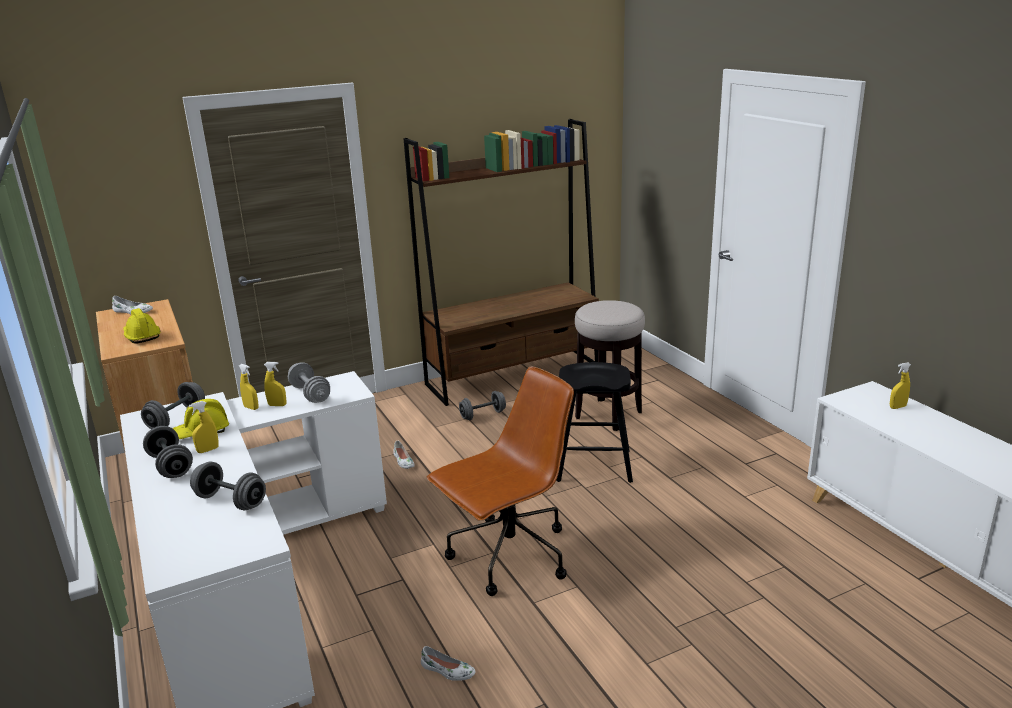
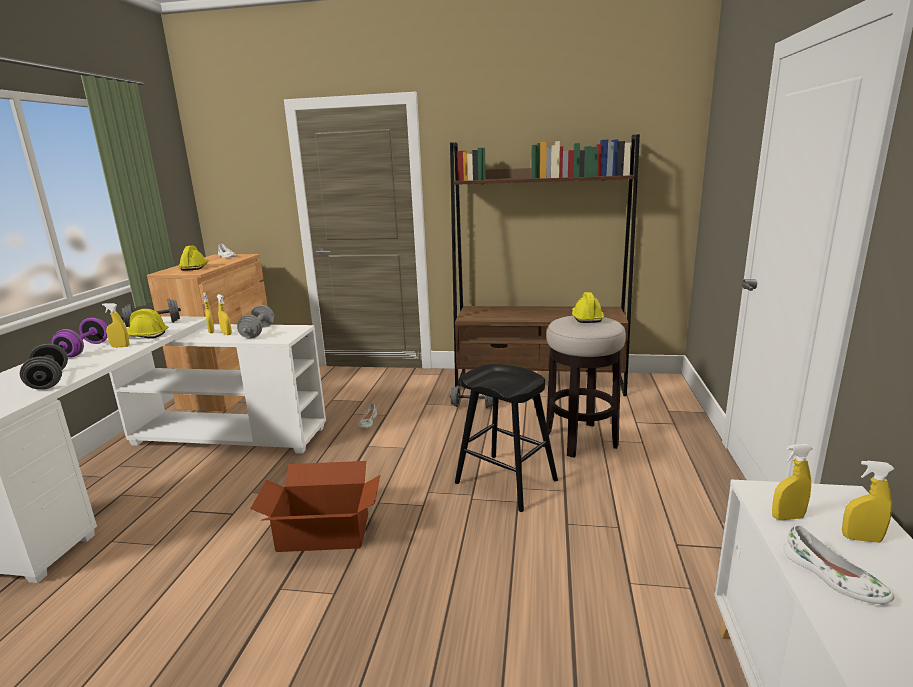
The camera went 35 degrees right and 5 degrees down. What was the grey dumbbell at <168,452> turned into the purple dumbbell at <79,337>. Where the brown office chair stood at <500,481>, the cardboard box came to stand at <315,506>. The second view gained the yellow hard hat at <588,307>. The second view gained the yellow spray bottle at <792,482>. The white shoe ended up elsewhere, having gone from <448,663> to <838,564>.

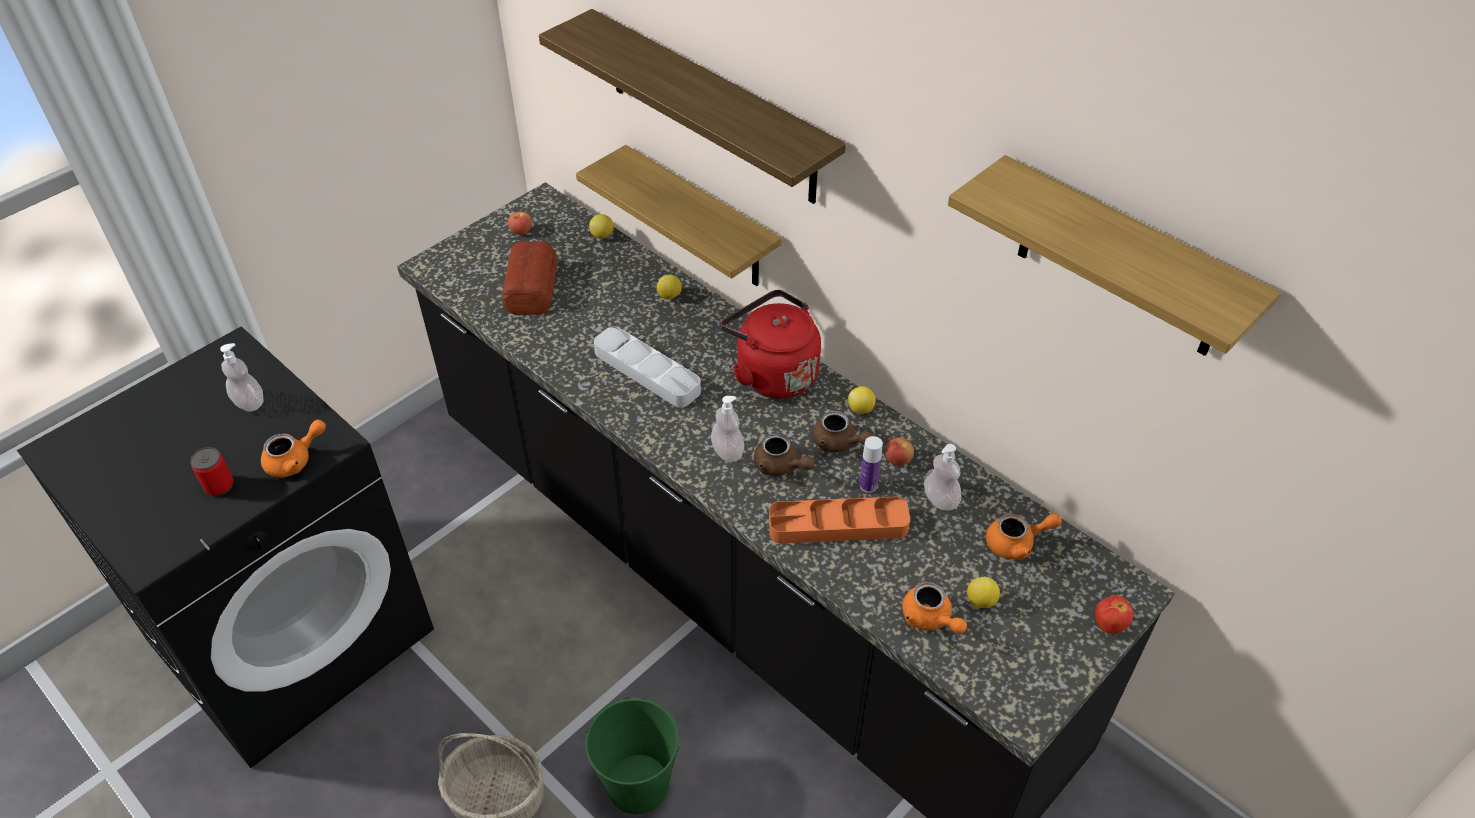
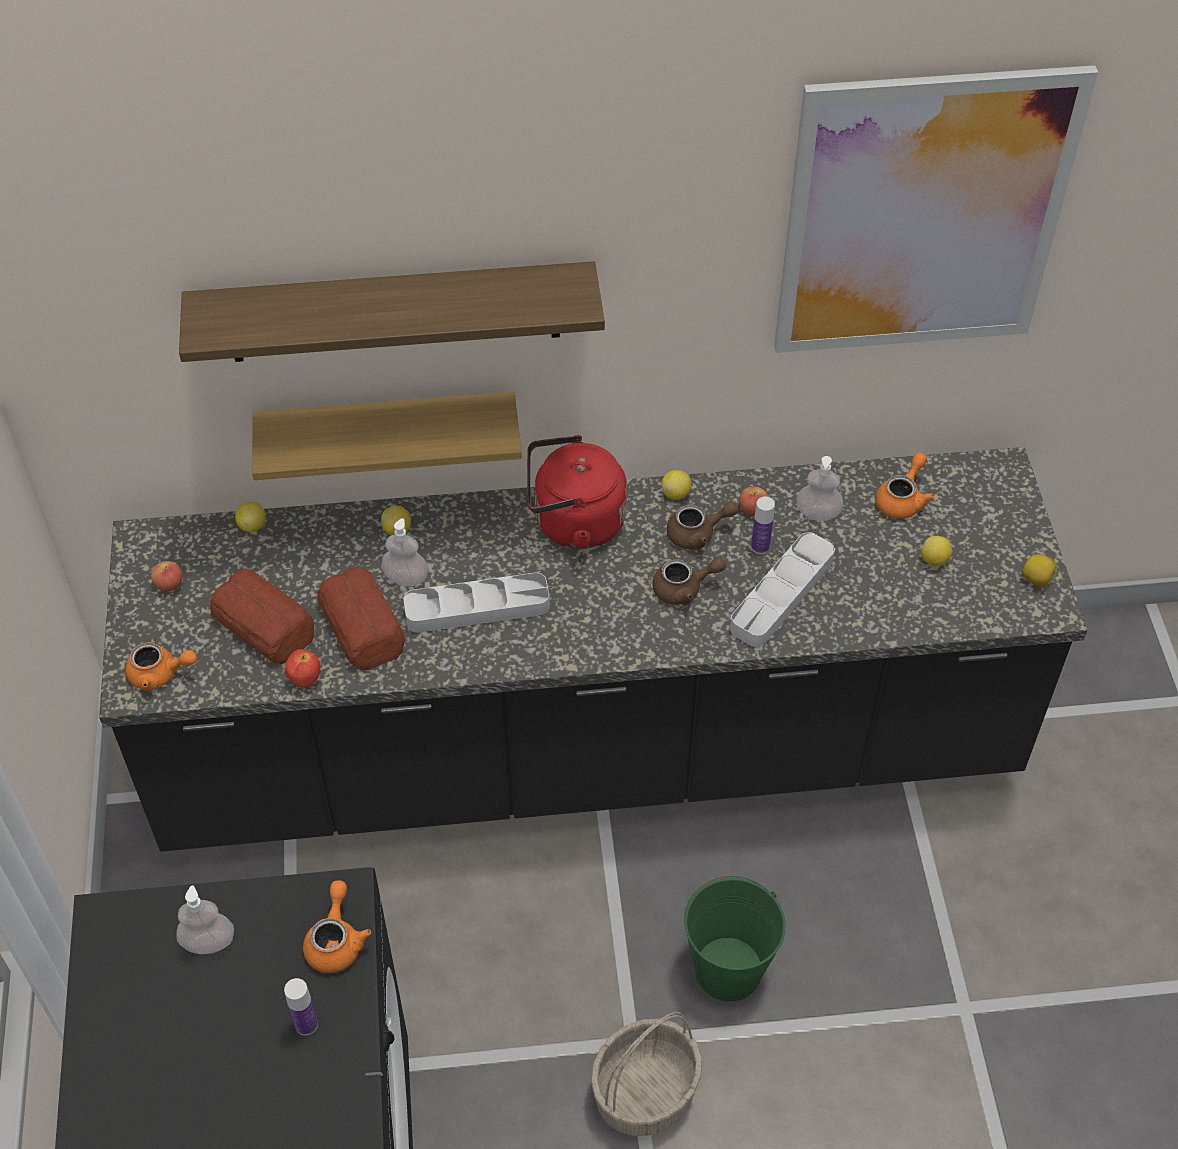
The camera went 50 degrees left and 5 degrees up. The orange teapot ended up elsewhere, having gone from <934,608> to <161,666>. Where the can stood at <211,471>, the bottle came to stand at <301,1006>. The apple ended up elsewhere, having gone from <1114,614> to <303,668>. The second view gained the bread at <361,618>. The soap dispenser ended up elsewhere, having gone from <727,429> to <405,552>. What was the orange tray at <839,520> turned into the grey tray at <782,589>. Where the shelf hung at <1114,255>, the picture came to hang at <936,209>. The second view gained the lemon at <1039,570>.

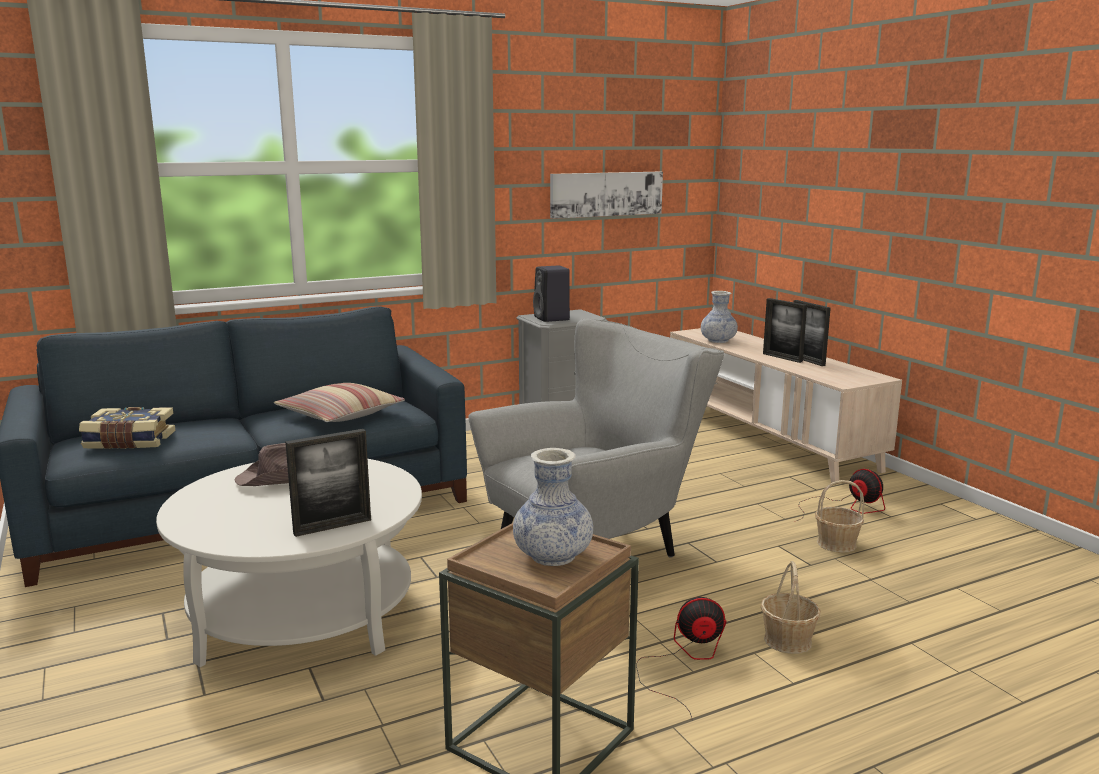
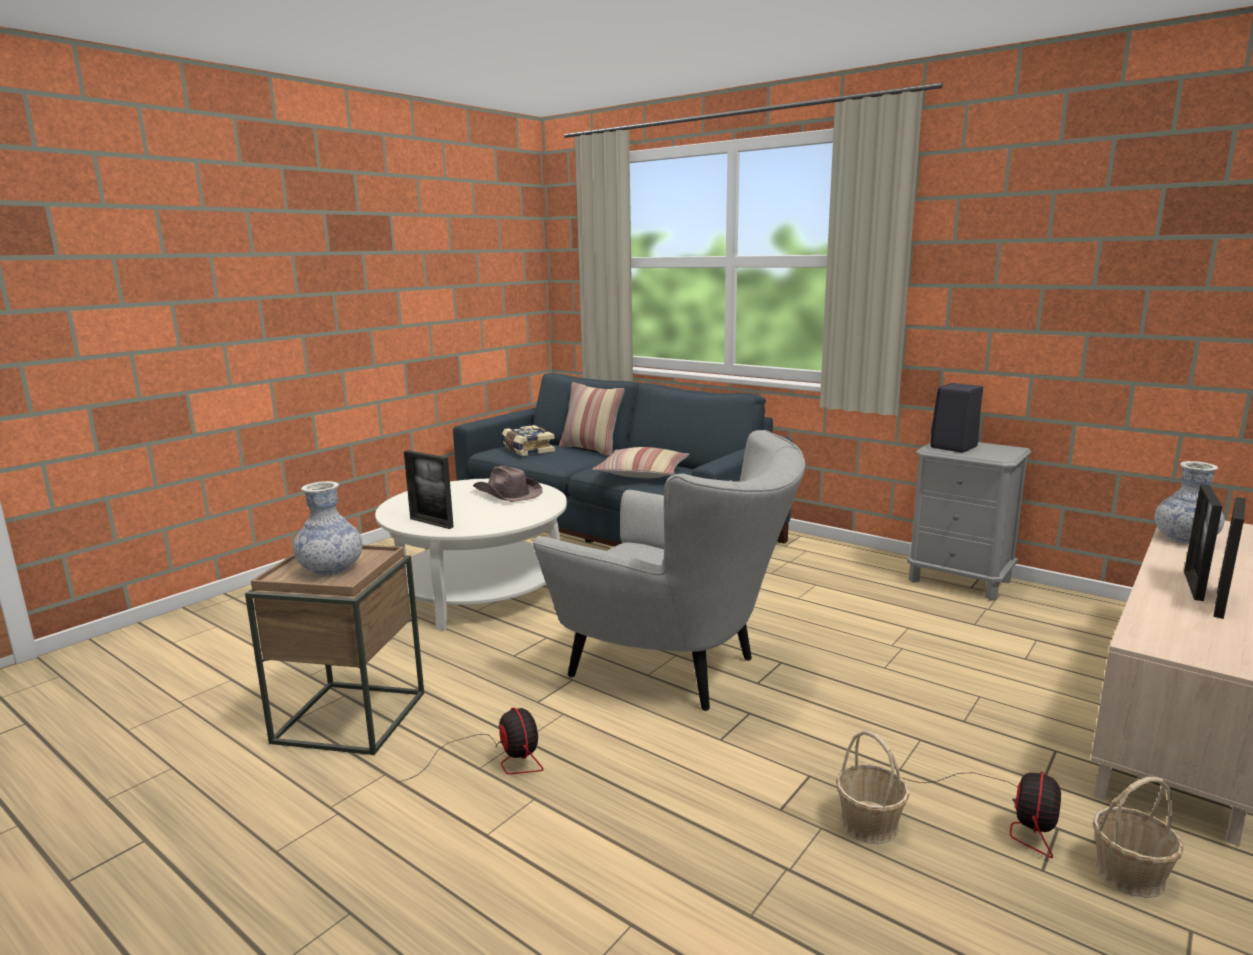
The camera went 65 degrees right and 0 degrees up. The second view gained the pillow at <592,419>. The basket ended up elsewhere, having gone from <791,607> to <1138,837>. The second view lost the picture at <606,195>.

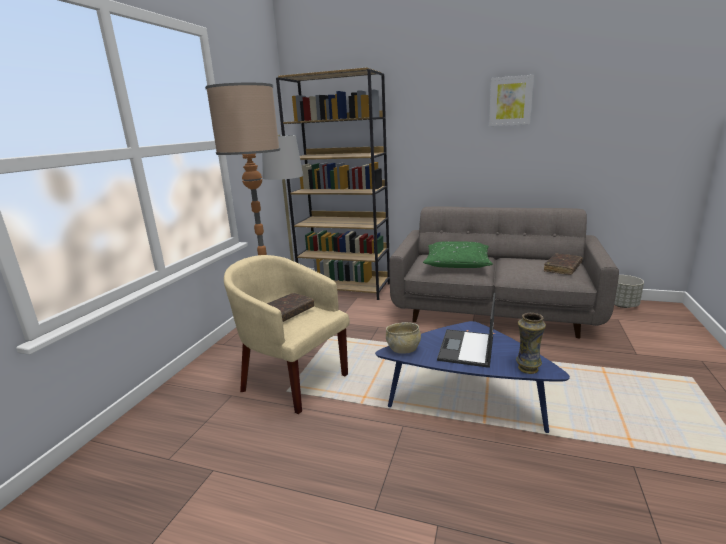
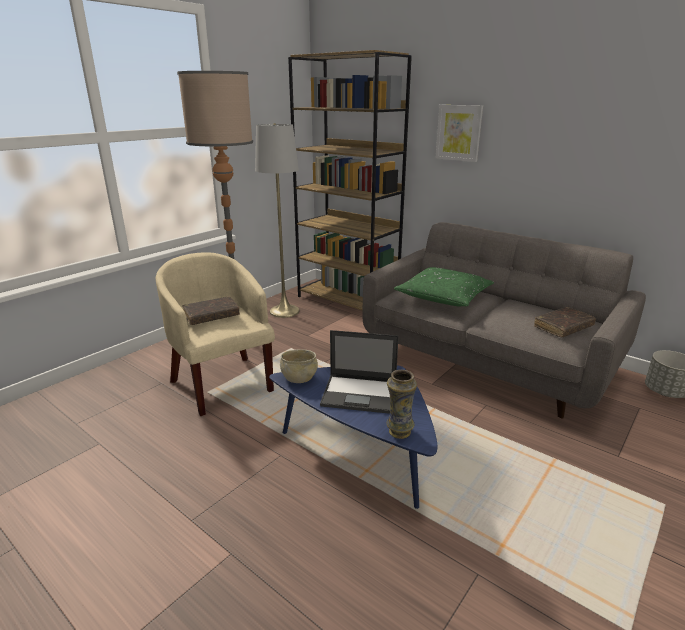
The camera went 20 degrees right and 5 degrees up. The laptop at <466,330> ended up facing another way, 120 degrees counterclockwise from before. The picture ended up elsewhere, having gone from <511,100> to <459,133>.

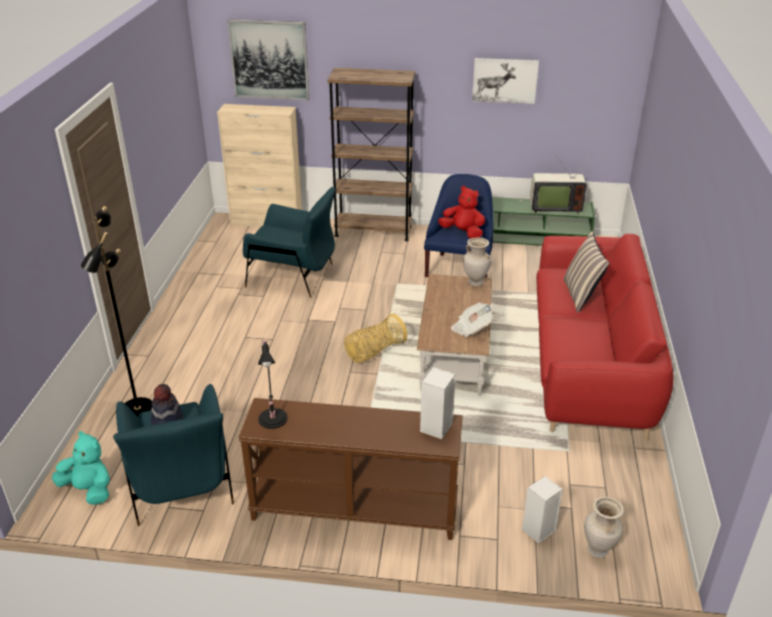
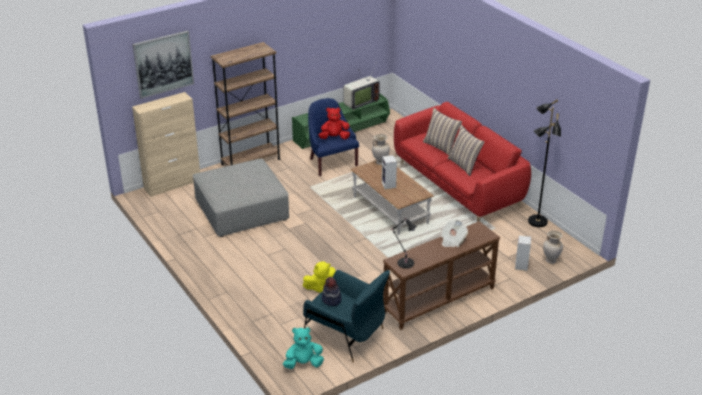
The camera went 40 degrees left and 0 degrees up. Where the blue armchair stood at <289,242>, the grey ottoman came to stand at <241,197>. The second view gained the yellow plush toy at <319,277>. The speaker ended up elsewhere, having gone from <438,403> to <389,172>. The newspaper ended up elsewhere, having gone from <472,320> to <454,233>. The second view gained the pillow at <466,150>. The black floor lamp ended up elsewhere, having gone from <116,311> to <544,163>. The second view lost the basket at <375,338>. The second view lost the picture at <505,81>.

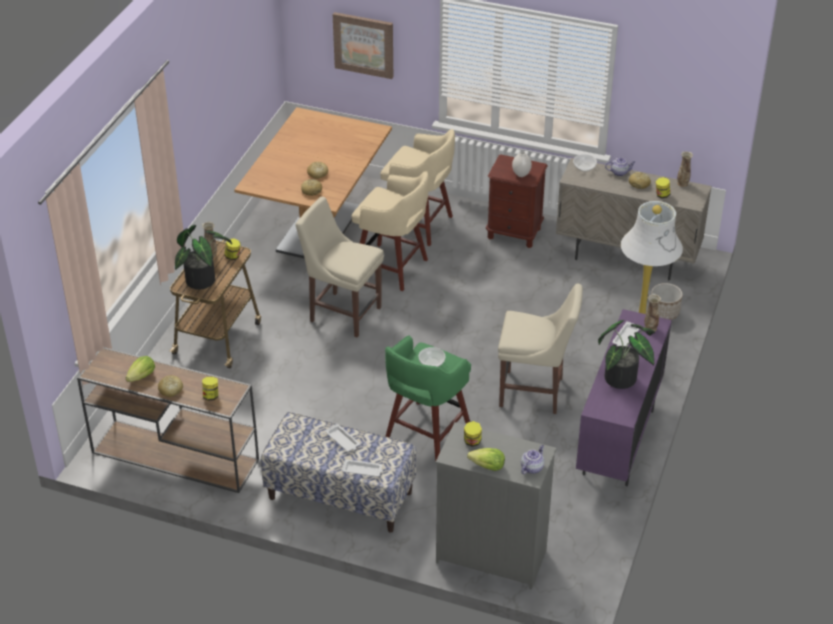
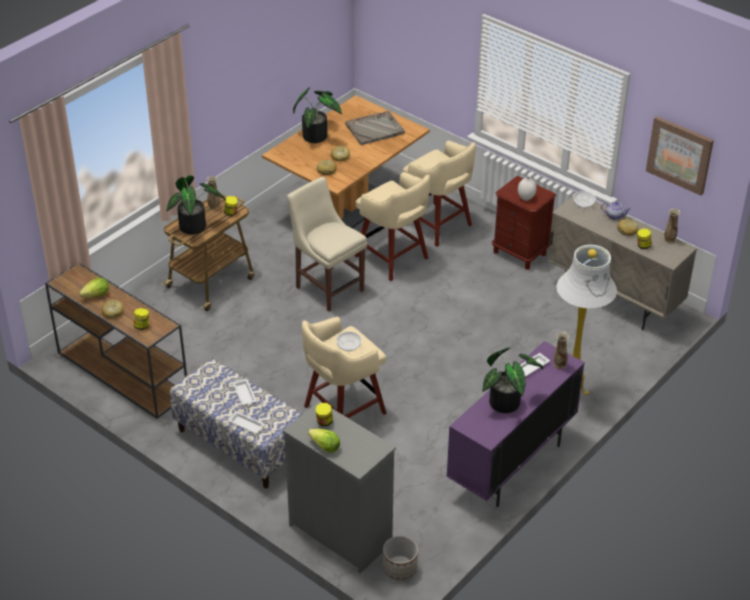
The camera went 20 degrees right and 0 degrees up. The second view gained the potted plant at <317,115>. What was the green stool at <428,398> turned into the beige stool at <344,367>. The second view gained the grey tray at <375,128>. The planter ended up elsewhere, having gone from <667,301> to <400,558>. The picture ended up elsewhere, having gone from <363,45> to <680,156>. The second view lost the beige chair at <540,349>. The second view lost the teapot at <532,459>.

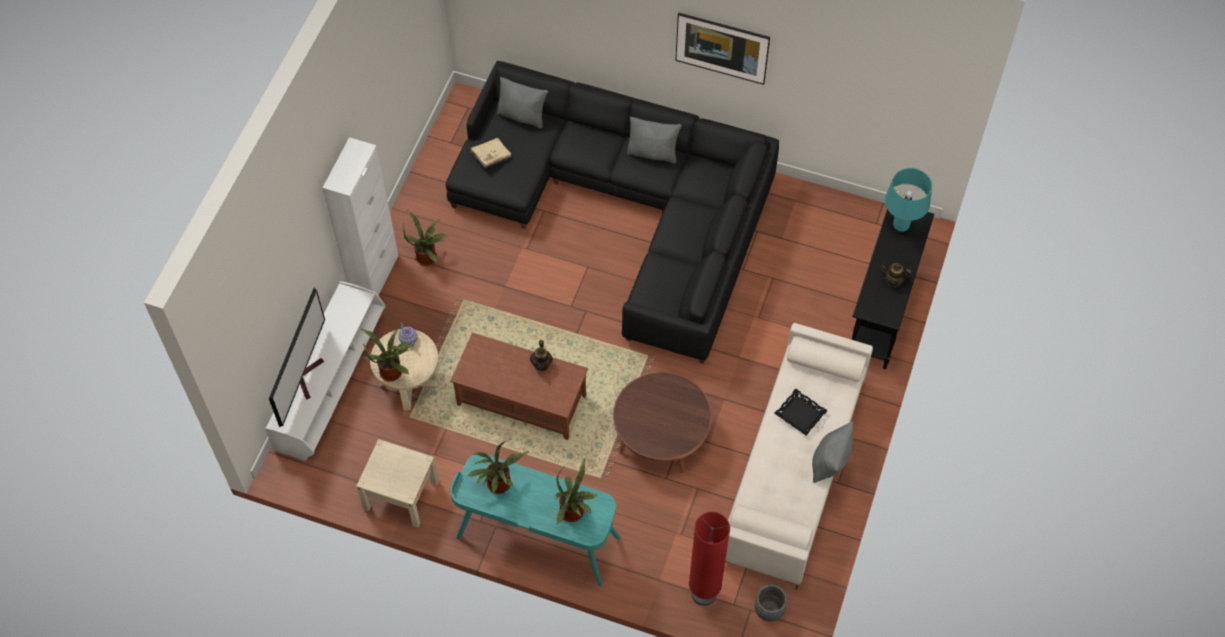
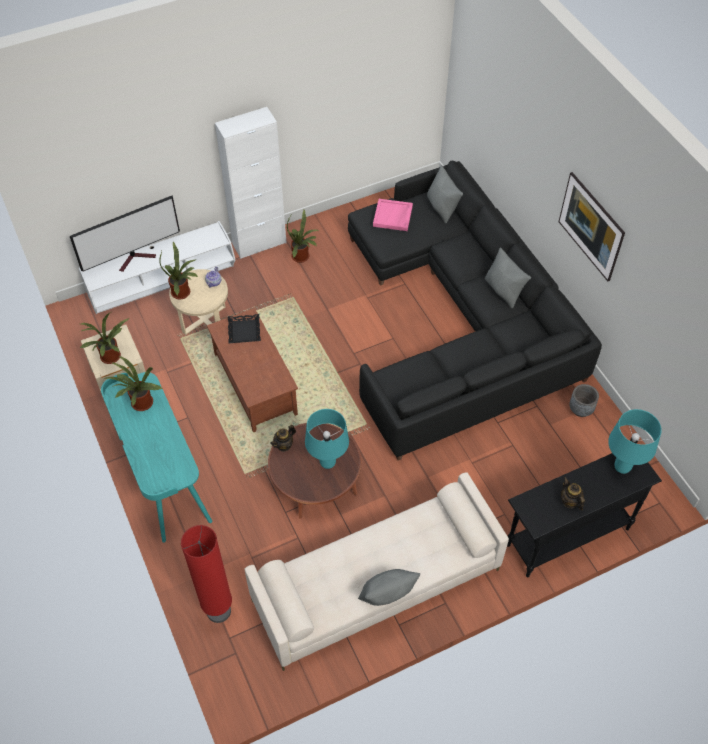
The camera went 45 degrees right and 5 degrees down. The potted plant ended up elsewhere, having gone from <577,491> to <104,337>. The black tray ended up elsewhere, having gone from <801,412> to <244,328>. The teapot ended up elsewhere, having gone from <541,355> to <283,438>. The second view gained the turquoise table lamp at <327,439>. Where the beige book stood at <490,153>, the pink tray came to stand at <393,215>. The grey planter ended up elsewhere, having gone from <771,602> to <584,400>.

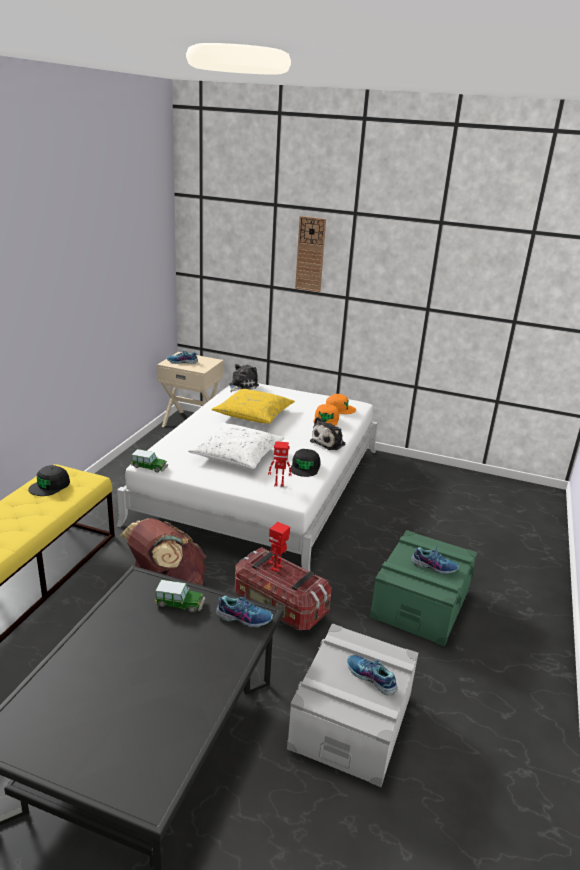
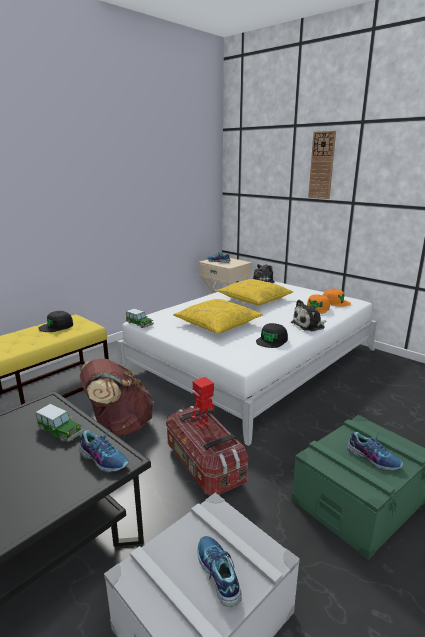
The camera went 25 degrees right and 5 degrees down. What was the white pillow at <236,446> turned into the yellow pillow at <218,316>. The second view lost the toy robot at <280,464>.

